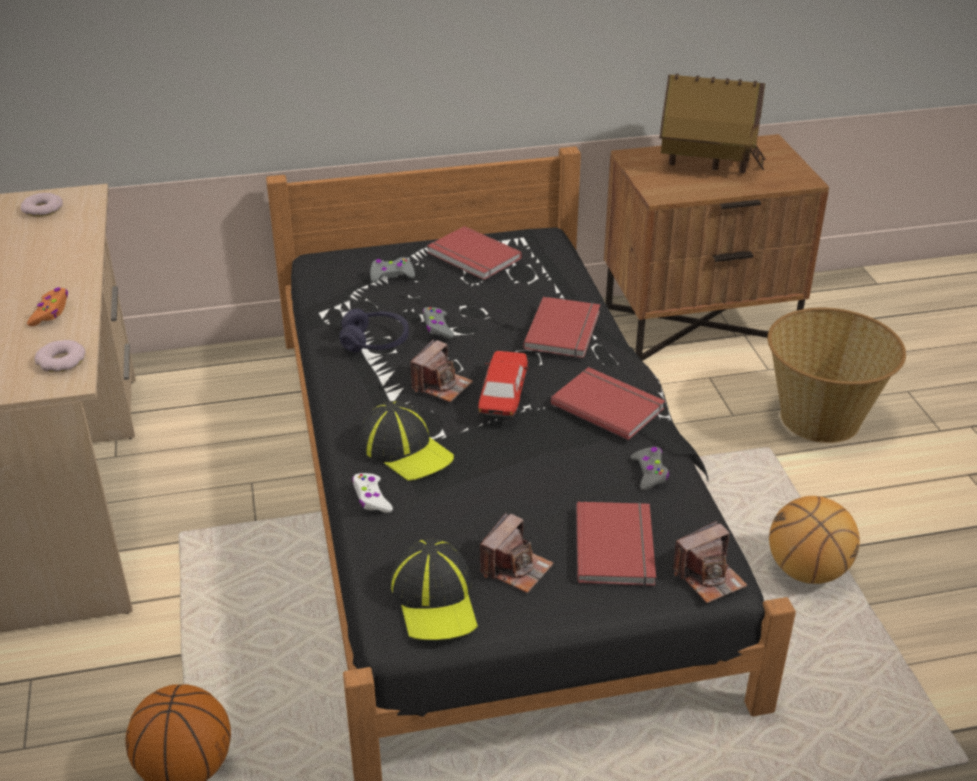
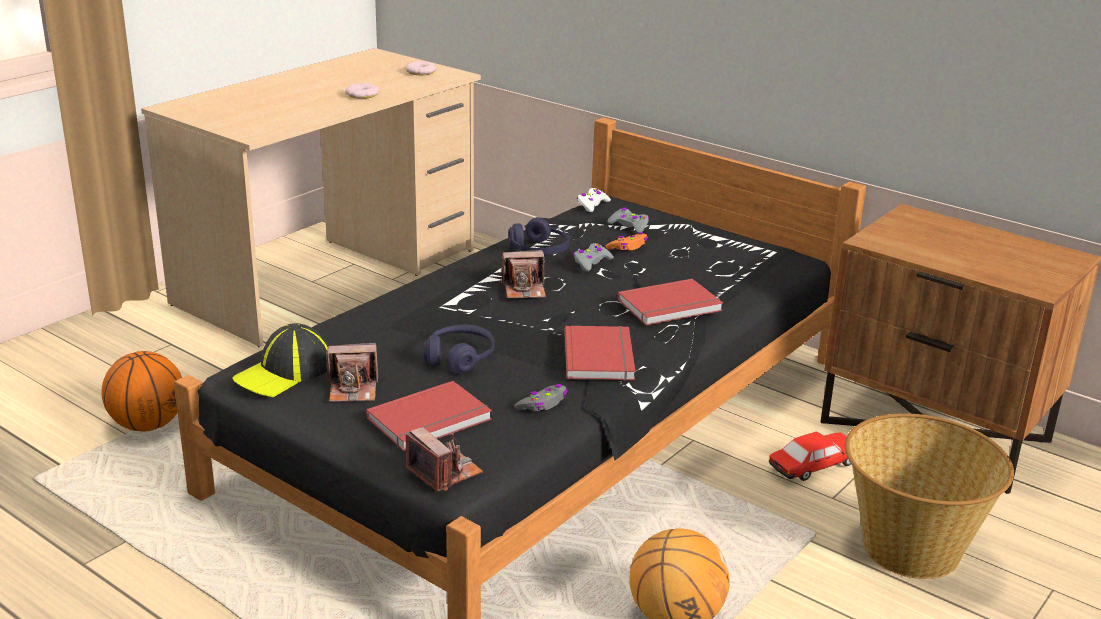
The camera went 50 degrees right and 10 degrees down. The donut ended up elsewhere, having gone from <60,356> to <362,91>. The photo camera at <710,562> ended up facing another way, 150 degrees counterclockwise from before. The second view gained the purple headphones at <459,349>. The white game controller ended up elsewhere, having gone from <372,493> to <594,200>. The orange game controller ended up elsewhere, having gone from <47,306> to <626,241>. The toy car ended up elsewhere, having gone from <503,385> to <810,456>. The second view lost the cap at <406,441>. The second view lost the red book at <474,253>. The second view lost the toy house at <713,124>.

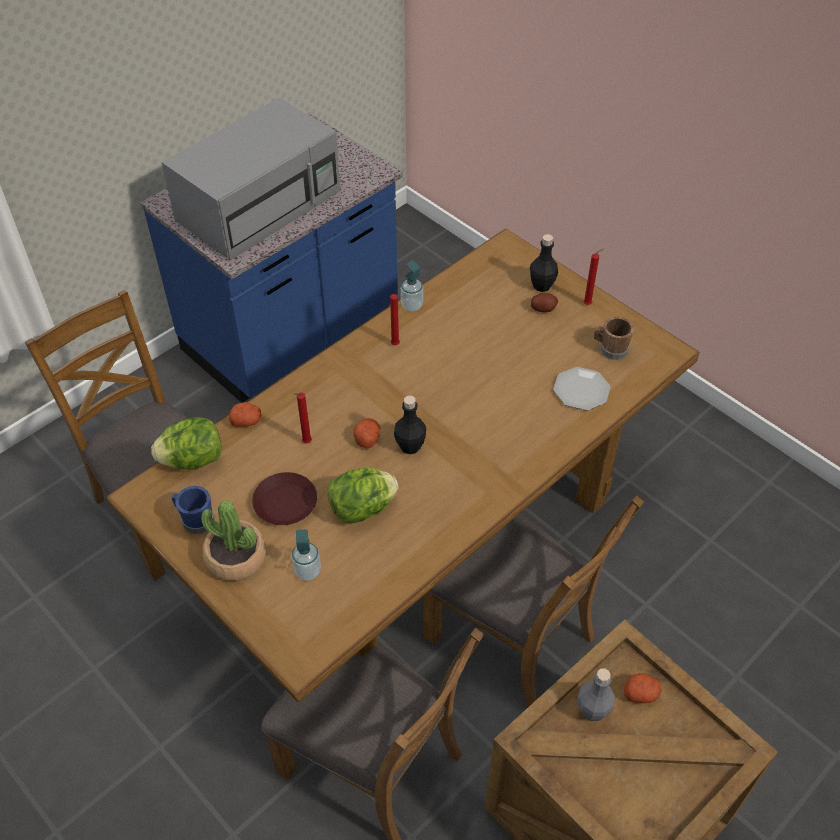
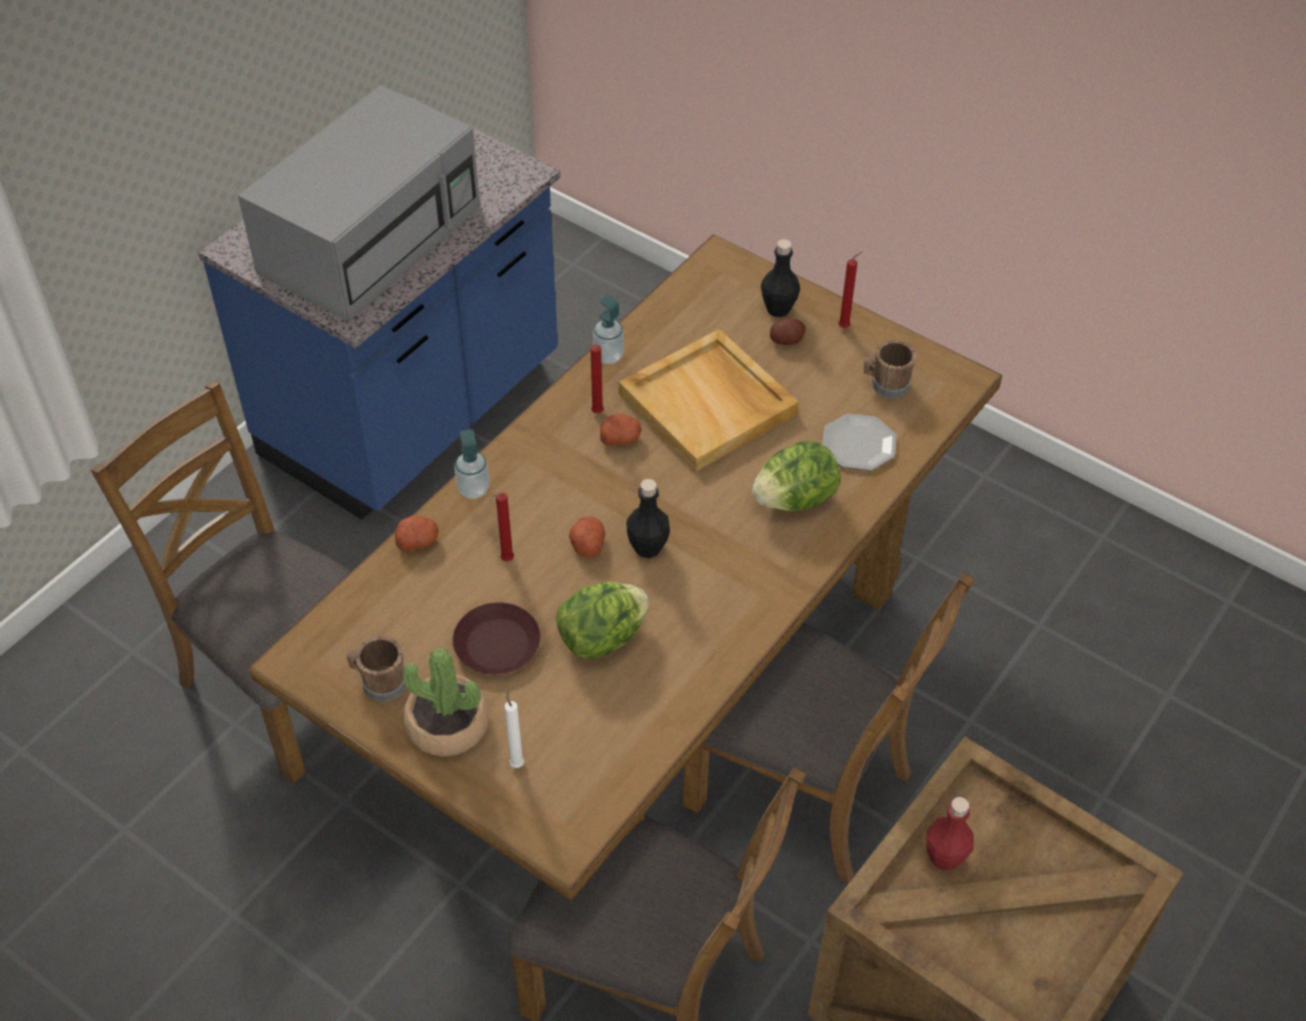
The camera went 10 degrees left and 0 degrees up. What was the blue mug at <193,510> turned into the brown mug at <376,669>. The soap dispenser ended up elsewhere, having gone from <306,555> to <471,464>. The second view gained the white candle at <514,728>. The potato ended up elsewhere, having gone from <642,688> to <620,430>. The second view gained the beige tray at <709,400>. The lettuce ended up elsewhere, having gone from <186,443> to <796,476>. What was the grey bottle at <596,695> turned into the red bottle at <950,834>.

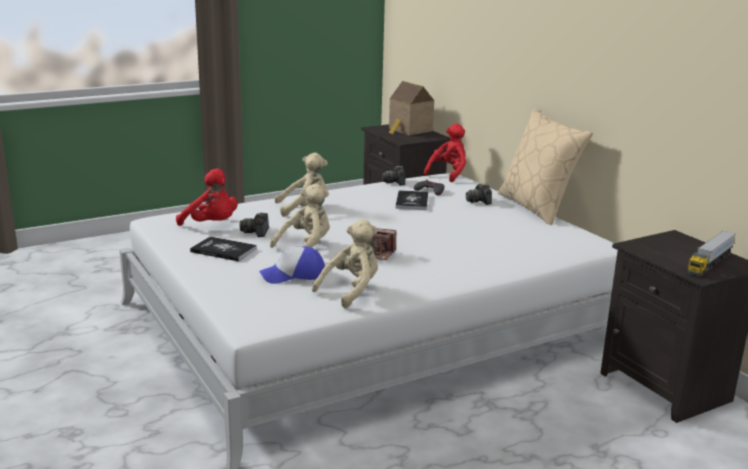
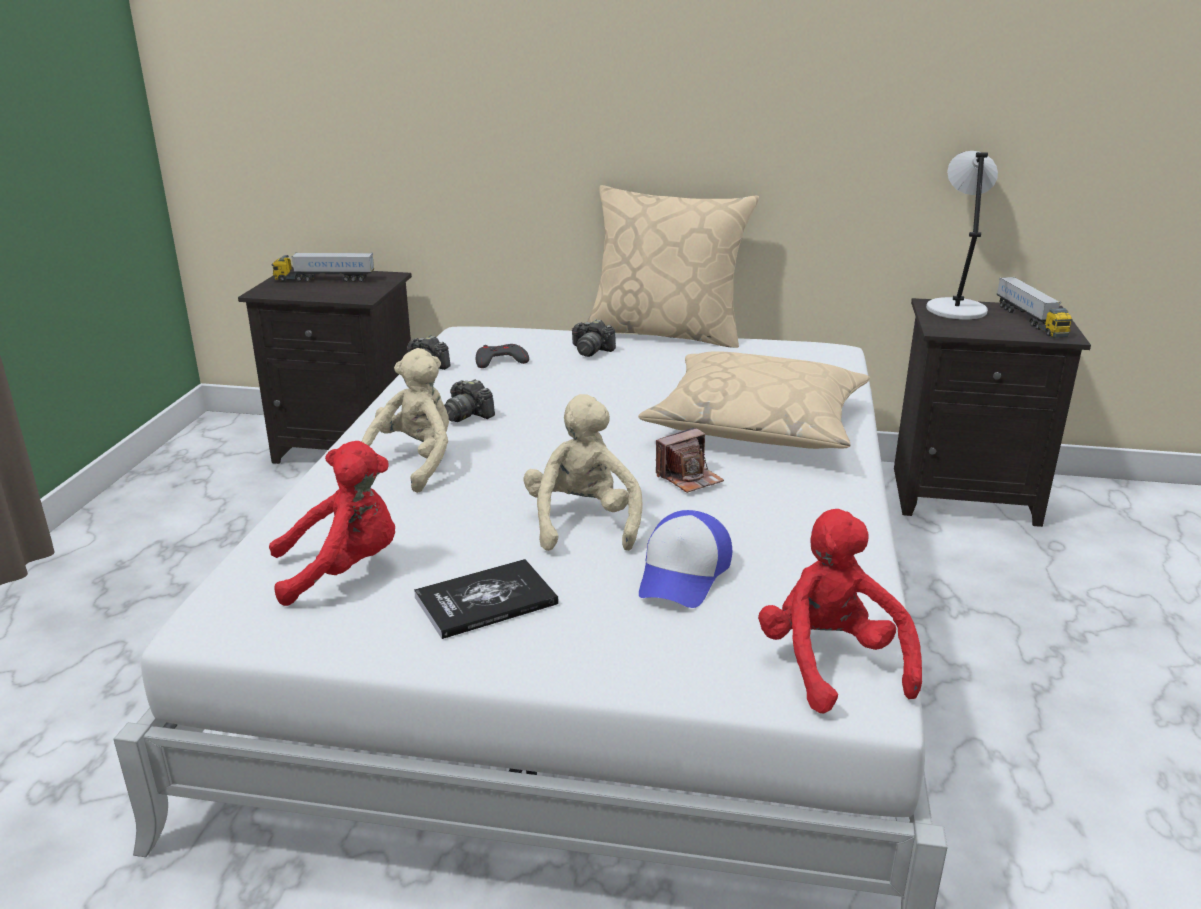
The camera went 50 degrees left and 5 degrees up. Where the toy house stood at <411,108>, the toy truck came to stand at <323,267>. The photo camera ended up elsewhere, having gone from <254,225> to <469,400>. The second view gained the beige pillow at <754,400>. The red plush toy ended up elsewhere, having gone from <445,152> to <840,611>. The second view gained the grey table lamp at <962,235>. The second view lost the beige plush toy at <345,263>. The second view lost the book at <411,200>.

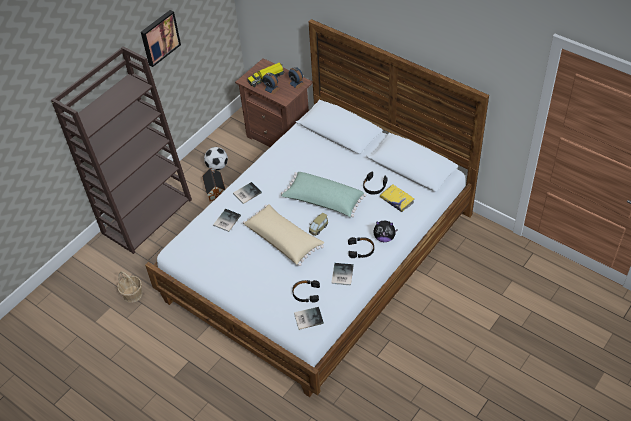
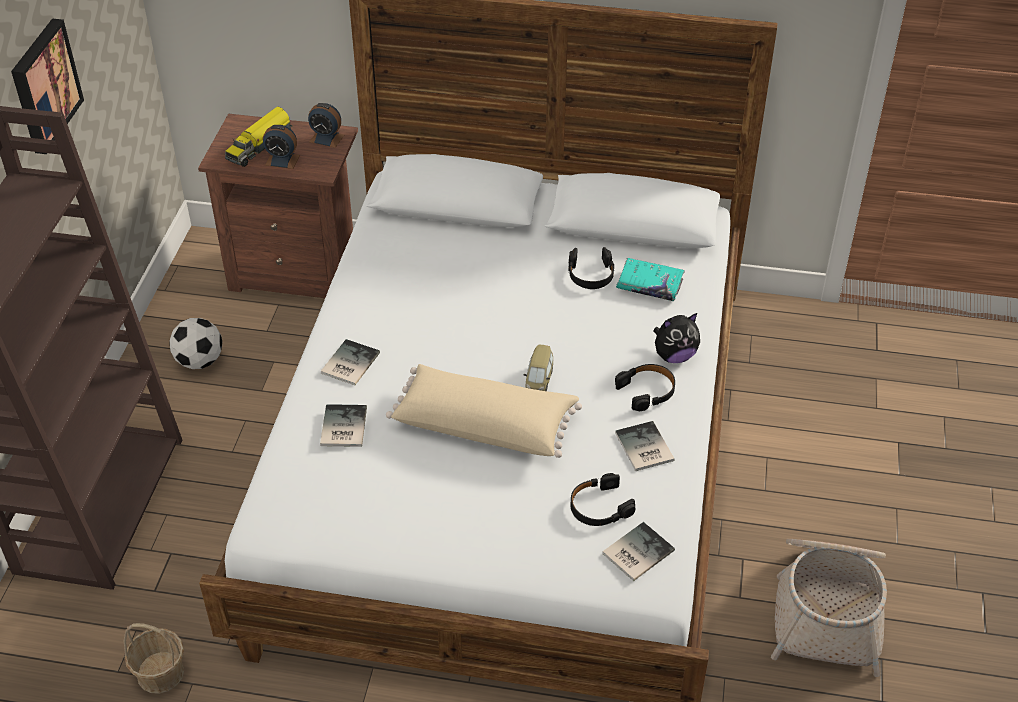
The camera went 30 degrees left and 5 degrees down. What was the yellow book at <397,198> turned into the turquoise book at <650,279>. The second view gained the basket at <829,608>. The second view lost the toy house at <213,184>. The second view lost the green pillow at <323,194>.

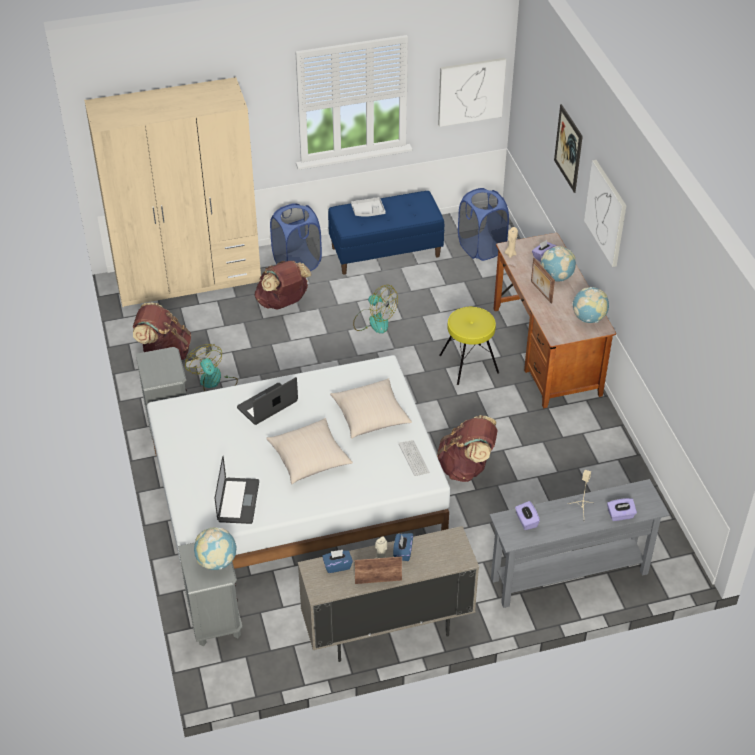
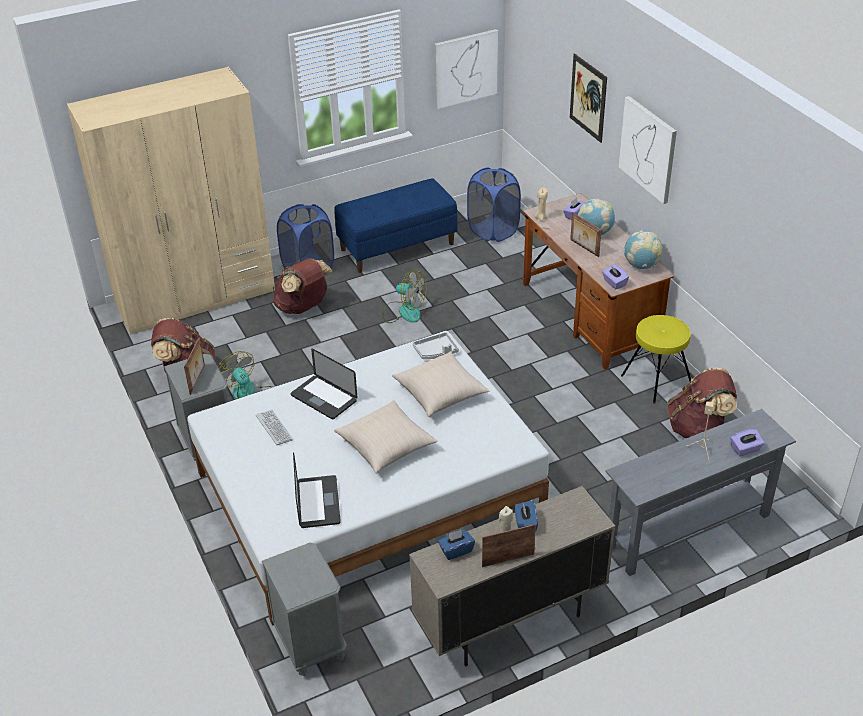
The camera went 10 degrees left and 5 degrees down. The second view gained the picture frame at <194,366>. The keyboard ended up elsewhere, having gone from <414,458> to <275,427>. The laptop at <267,401> ended up facing another way, 90 degrees counterclockwise from before. The grey tray ended up elsewhere, having gone from <368,207> to <436,345>. The purple tissue box ended up elsewhere, having gone from <527,515> to <615,276>. The yellow stool ended up elsewhere, having gone from <469,346> to <656,359>. The brown backpack ended up elsewhere, having gone from <467,448> to <702,403>. The second view lost the globe at <215,548>.

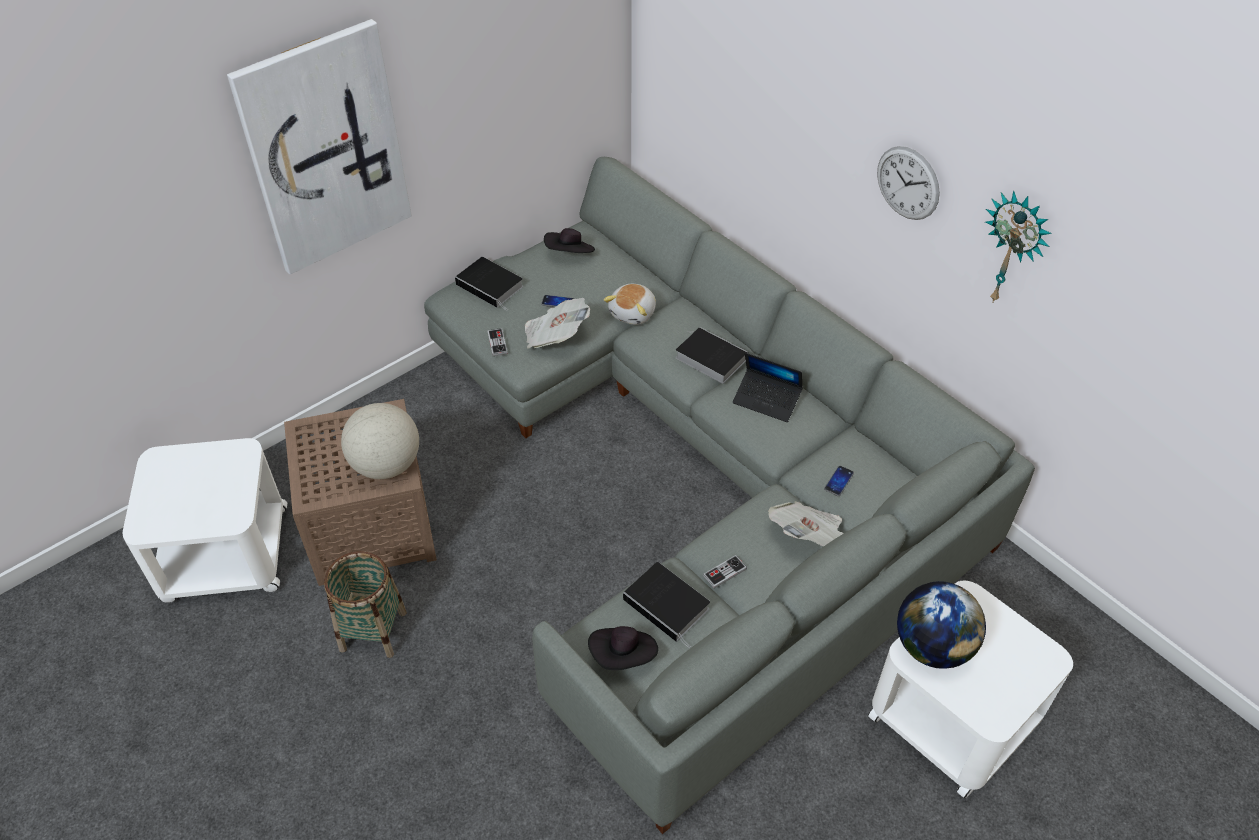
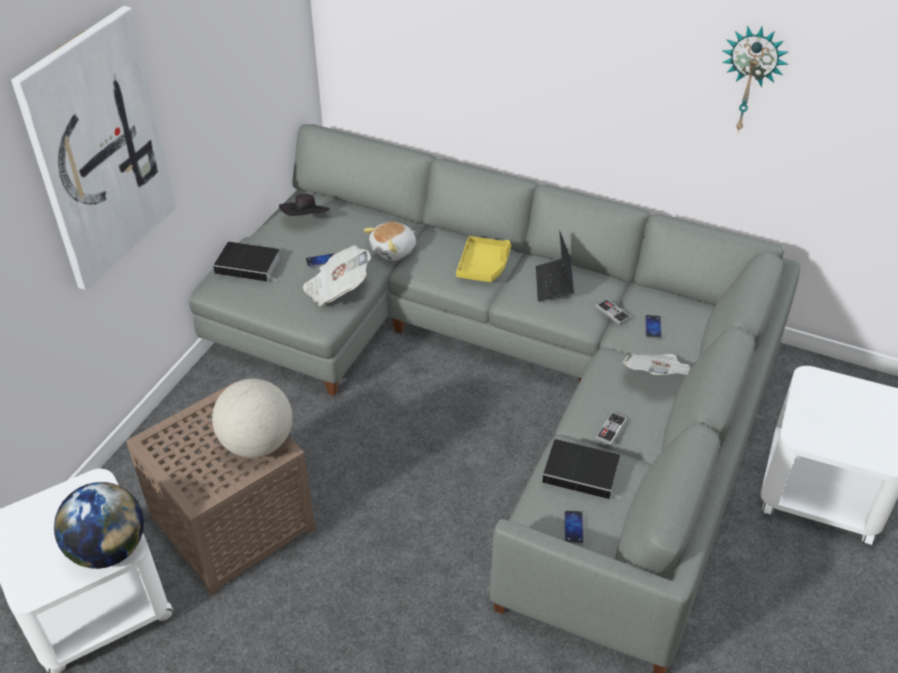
The camera went 25 degrees left and 5 degrees down. The globe ended up elsewhere, having gone from <941,625> to <99,525>. The plush toy at <629,304> ended up facing another way, 45 degrees clockwise from before. Where the book stood at <711,355>, the yellow tray came to stand at <483,259>. The laptop at <768,387> ended up facing another way, 90 degrees clockwise from before. Where the black hat stood at <623,648>, the phone came to stand at <574,527>. The game controller ended up elsewhere, having gone from <497,342> to <613,312>. The second view lost the basket at <365,604>. The second view lost the wall clock at <908,183>.

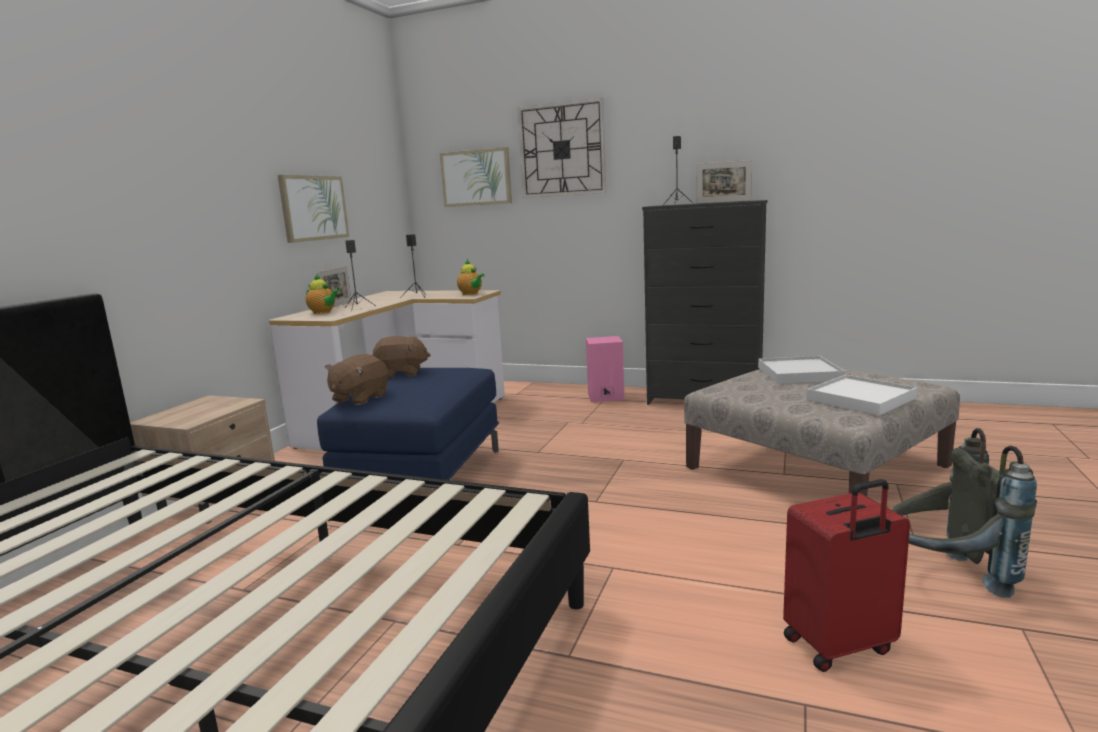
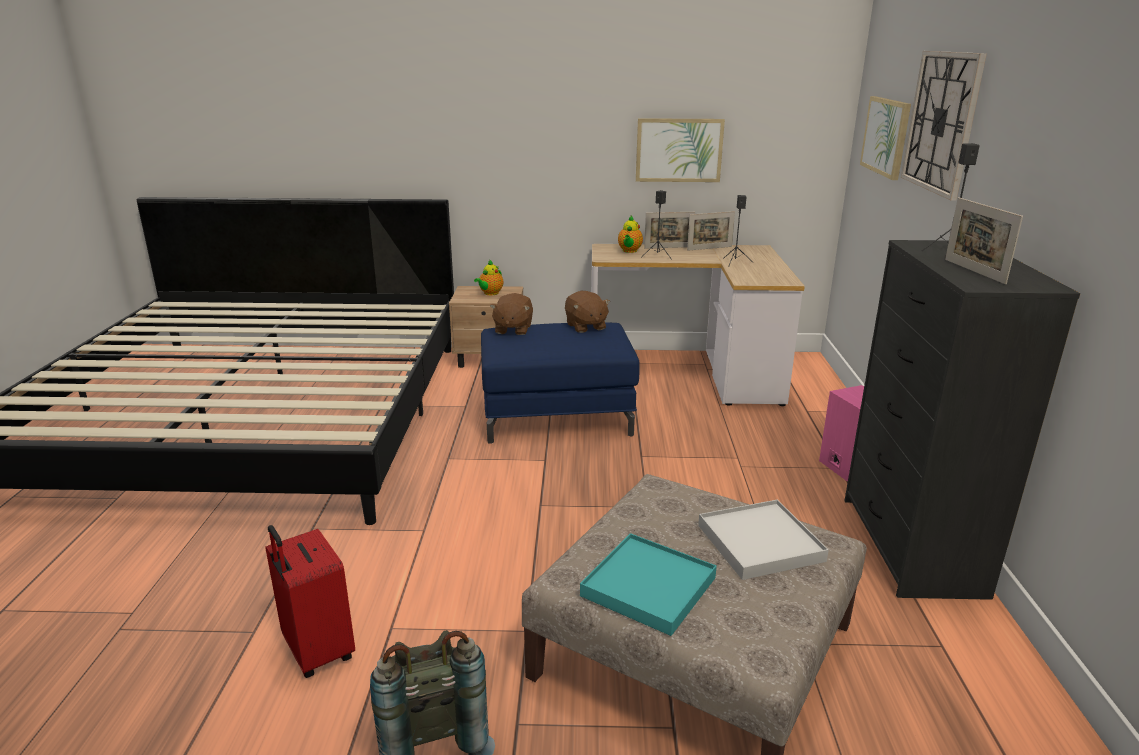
The camera went 70 degrees right and 10 degrees up. The teapot ended up elsewhere, having gone from <471,277> to <488,277>. The brown plush toy at <356,379> ended up facing another way, 90 degrees counterclockwise from before. What was the white tray at <862,395> turned into the turquoise tray at <648,584>. The second view gained the picture frame at <711,231>.

